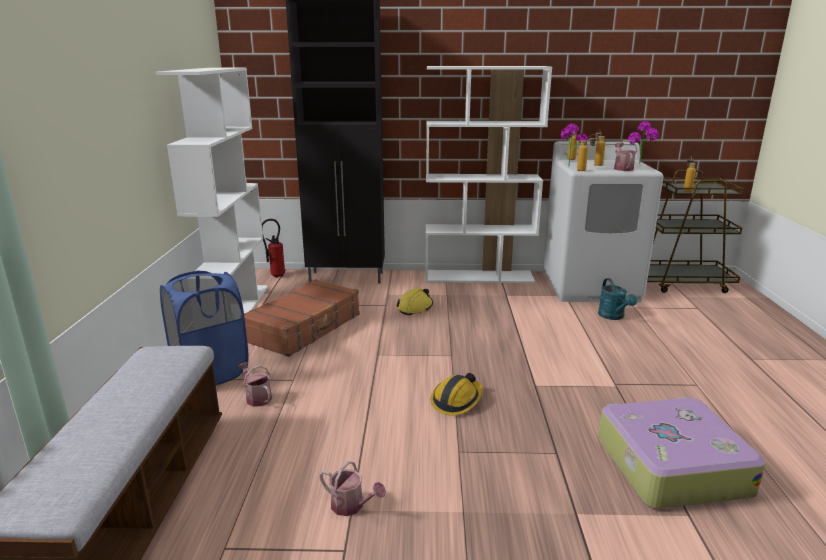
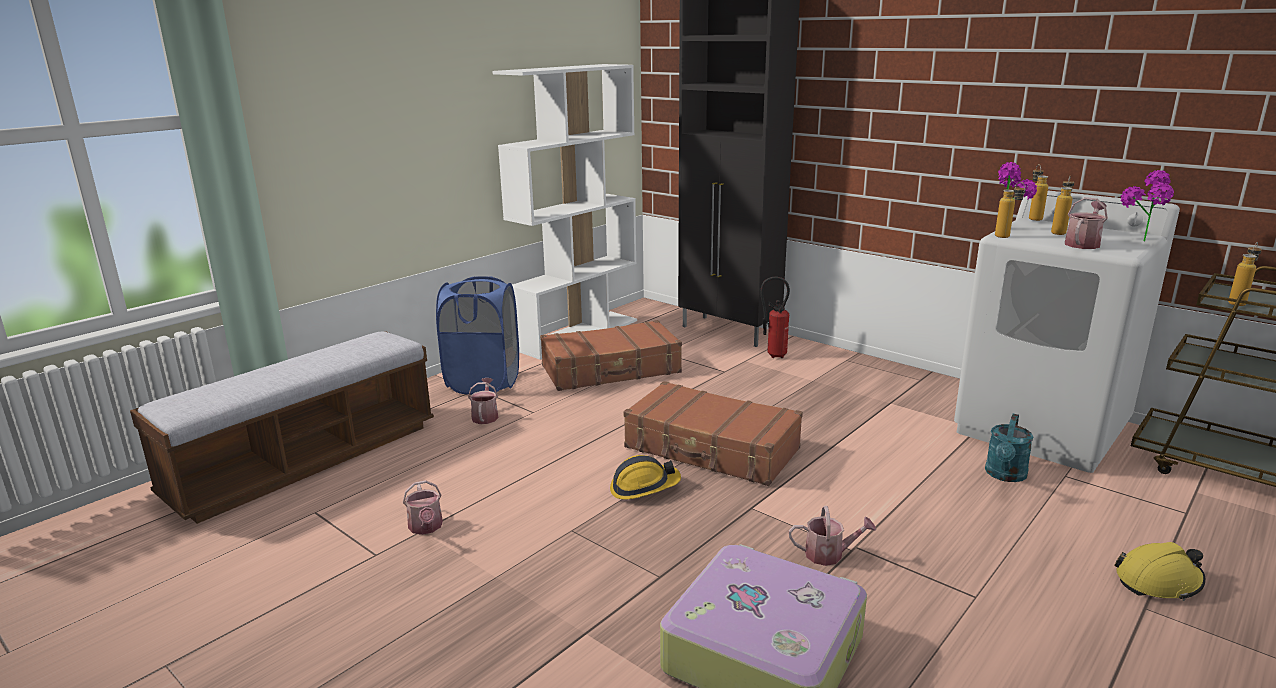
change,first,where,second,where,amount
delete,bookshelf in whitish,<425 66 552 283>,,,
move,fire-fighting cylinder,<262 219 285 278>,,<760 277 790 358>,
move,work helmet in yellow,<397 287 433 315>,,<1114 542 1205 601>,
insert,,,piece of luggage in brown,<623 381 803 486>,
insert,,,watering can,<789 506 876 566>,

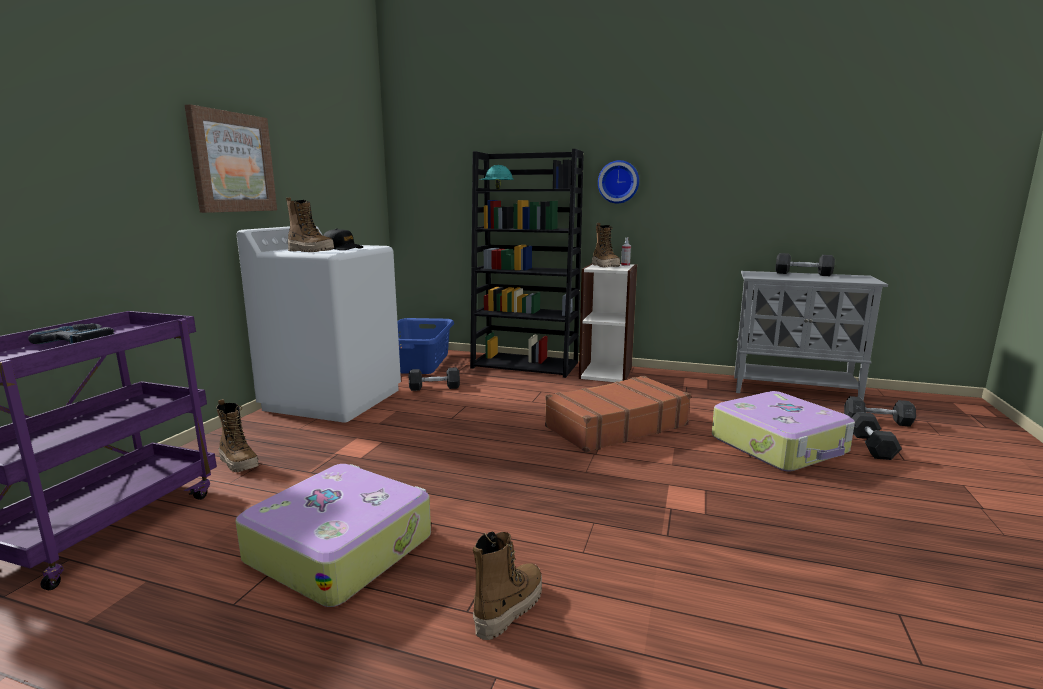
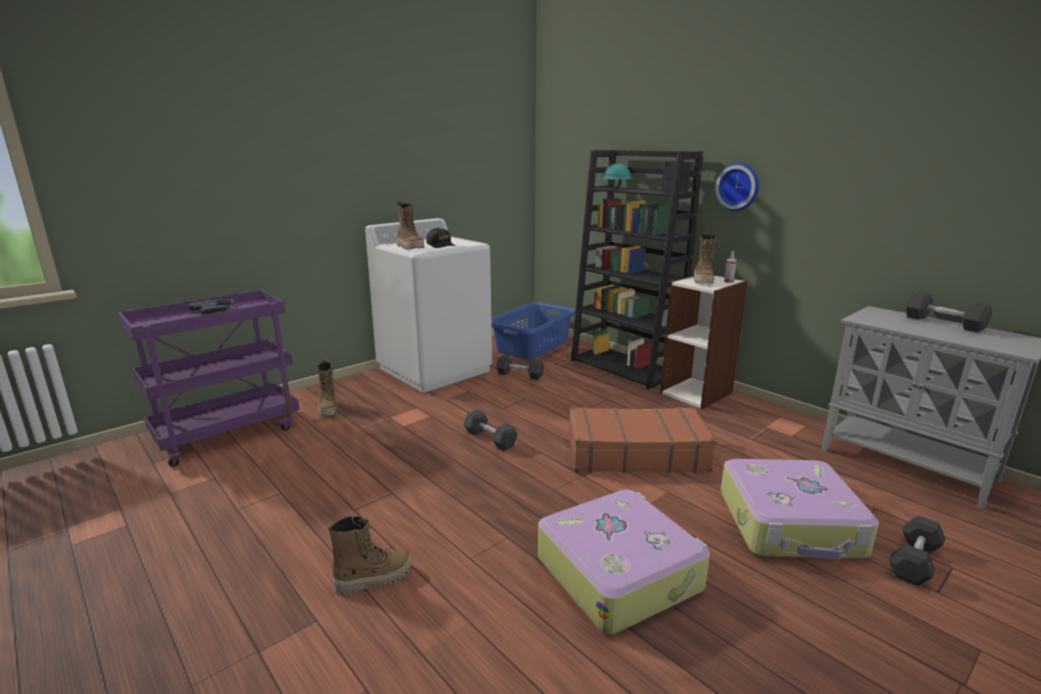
change,first,where,second,where,amount
delete,wall art,<185 104 277 213>,,,
move,dumbbell in gray,<844 396 916 427>,,<463 409 518 451>,
move,piece of luggage,<236 464 431 607>,,<538 490 710 634>,

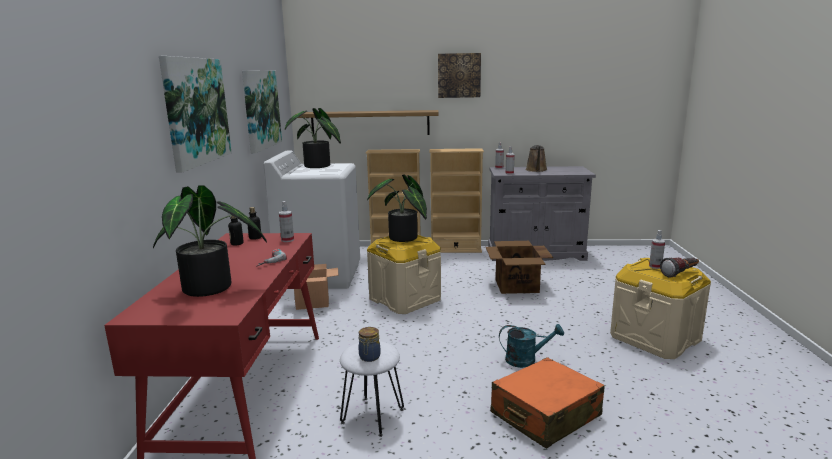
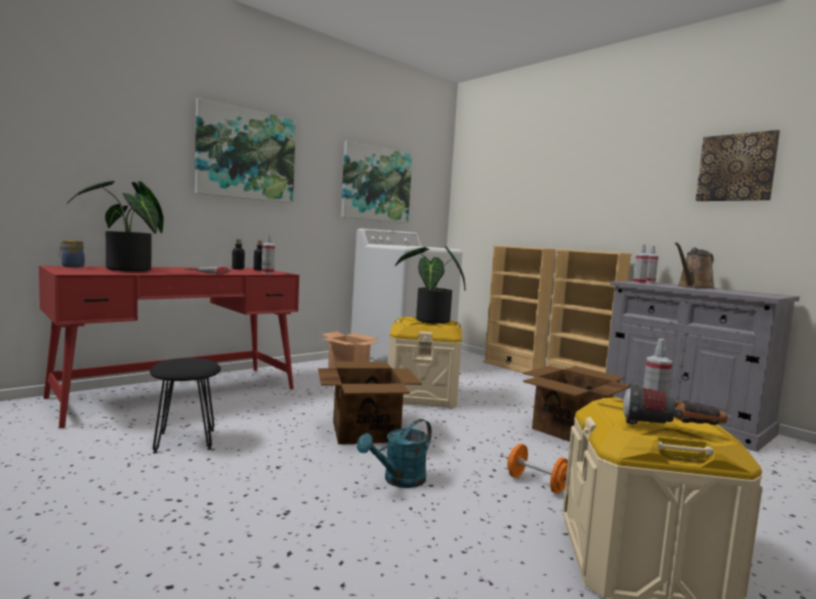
change,first,where,second,where,amount
move,wall art,<438 53 481 98>,,<695 130 780 201>,
delete,plant in a pot,<285 108 341 168>,,,
delete,wall shelf,<295 110 438 137>,,,
rotate,watering can in turquoise-coloured,<499 324 564 368>,,<357 419 432 488>,90 degrees clockwise
move,storage jar,<358 327 381 362>,,<59 240 85 267>,
recolor,stool seat in whitish,<340 341 404 437>,stool seat in blackish,<150 358 221 453>,
delete,piece of luggage in orangey,<491 357 605 449>,,,
insert,,,carton,<318 362 422 444>,
insert,,,dumbbell in orangey,<505 444 568 494>,

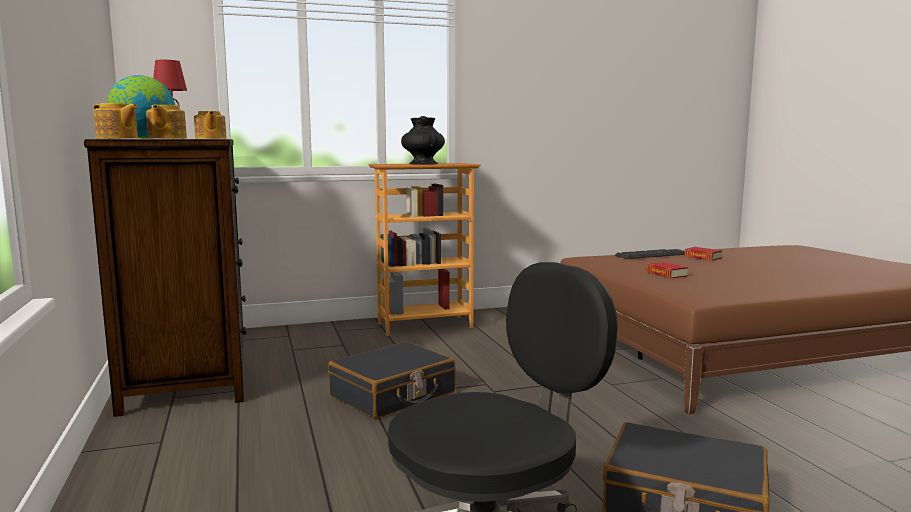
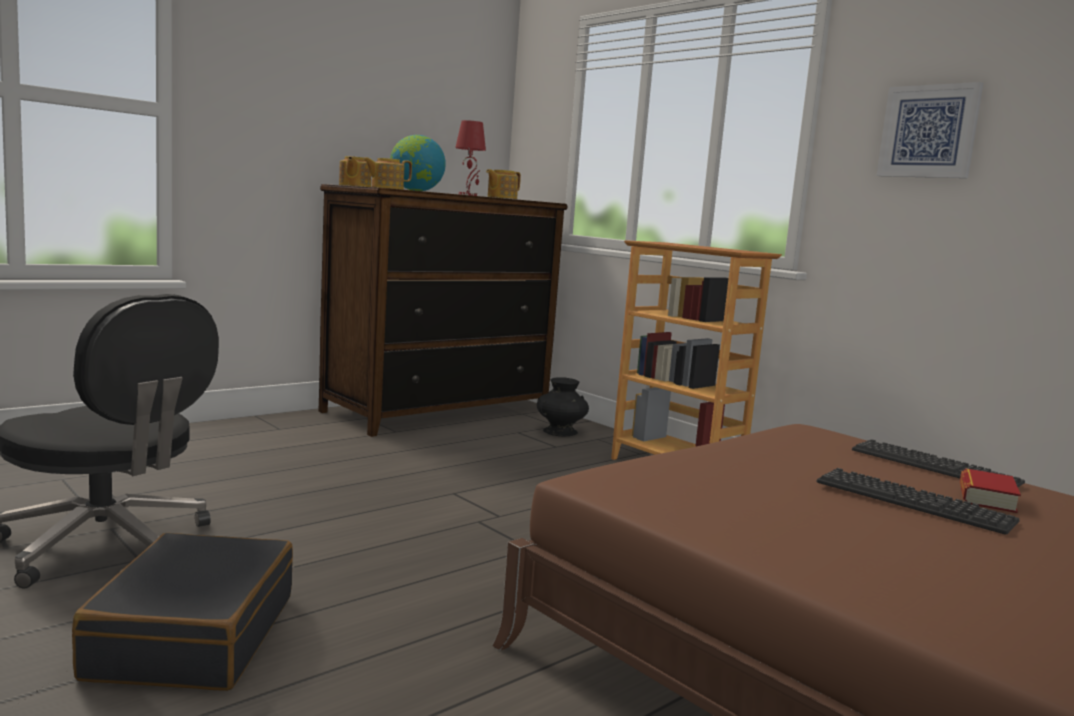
change,first,where,second,where,amount
move,vase in blackish,<401 116 445 165>,,<537 377 589 436>,
delete,book,<646 262 688 278>,,,
delete,piece of luggage in blackish,<328 342 456 419>,,,
insert,,,wall art,<877 82 983 178>,
insert,,,keyboard,<816 468 1020 535>,

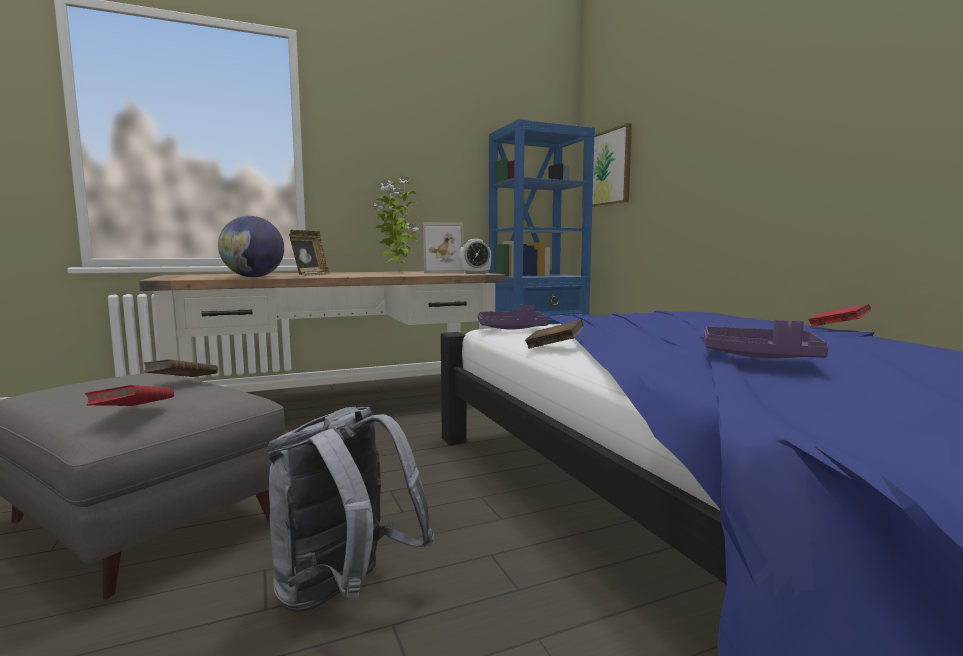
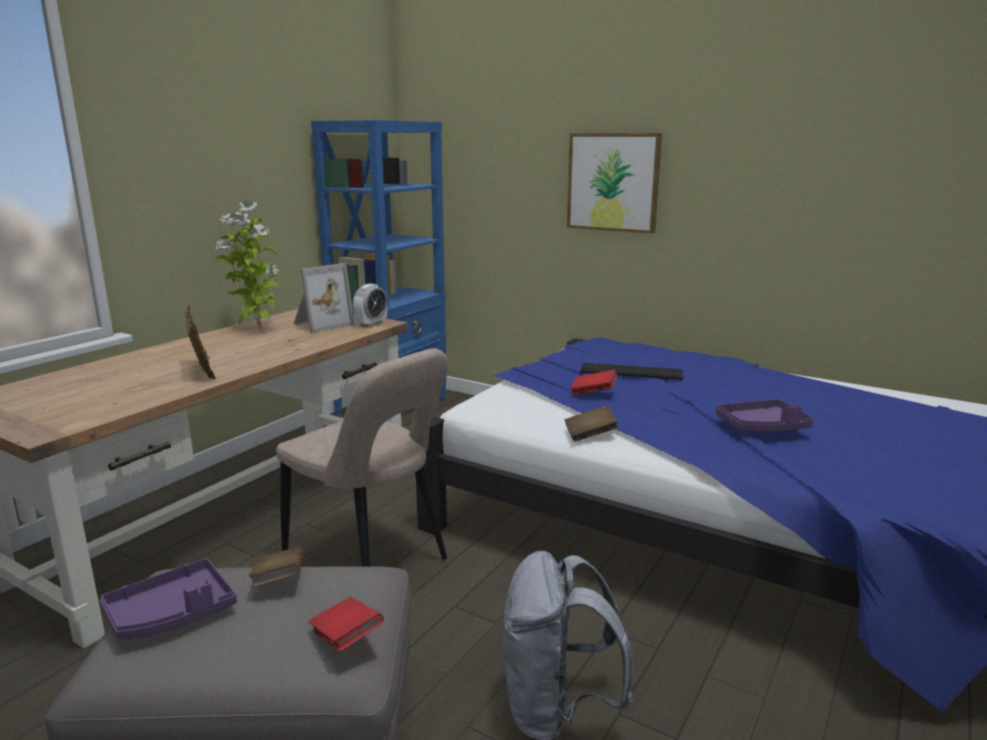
change,first,where,second,where,amount
move,wall art,<582 123 632 208>,,<567 133 662 234>,
delete,globe,<218 216 284 277>,,,
move,tray in purplish,<478 304 548 330>,,<100 558 237 640>,
move,book in red-coloured,<808 304 871 327>,,<571 370 617 395>,
insert,,,upright chair in beige-coloured,<276 348 448 566>,
insert,,,keyboard,<580 363 683 380>,

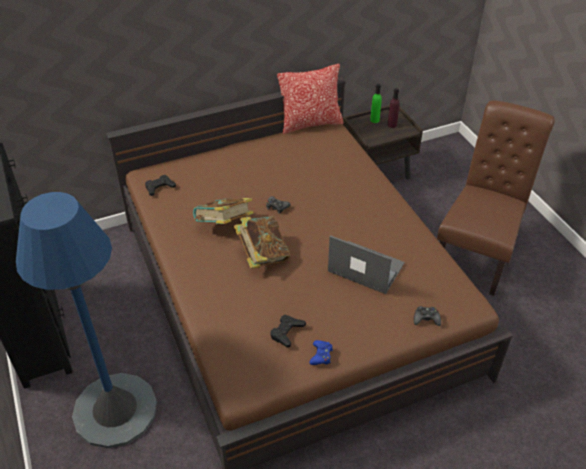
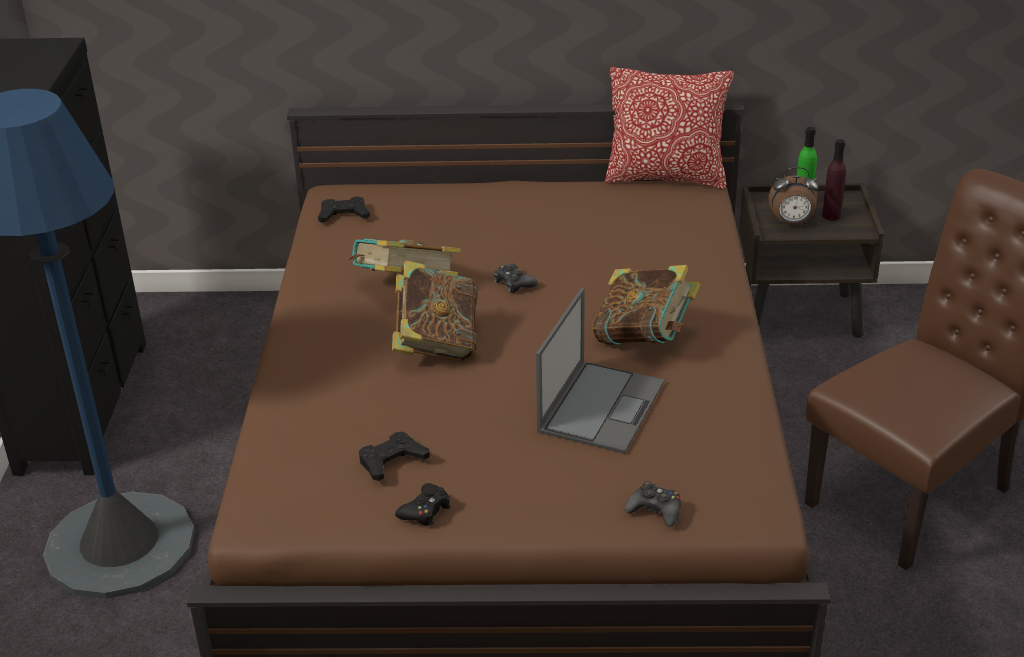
change,first,where,second,where,amount
rotate,laptop,<328 235 405 294>,,<536 288 664 454>,60 degrees clockwise
recolor,gamepad in bluish,<309 340 333 365>,gamepad in blackish,<395 483 451 526>,
insert,,,bedside clock,<768 167 818 225>,
insert,,,book,<592 265 701 345>,

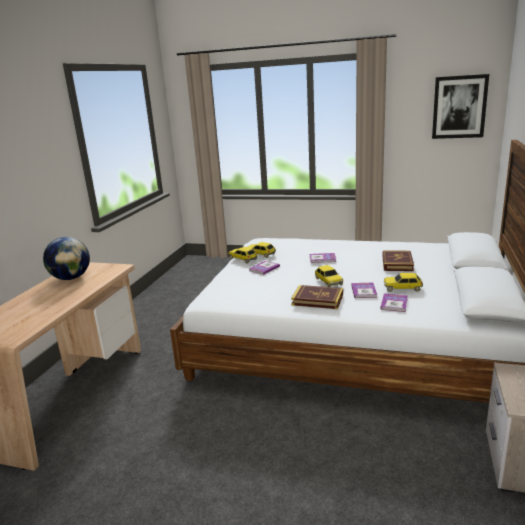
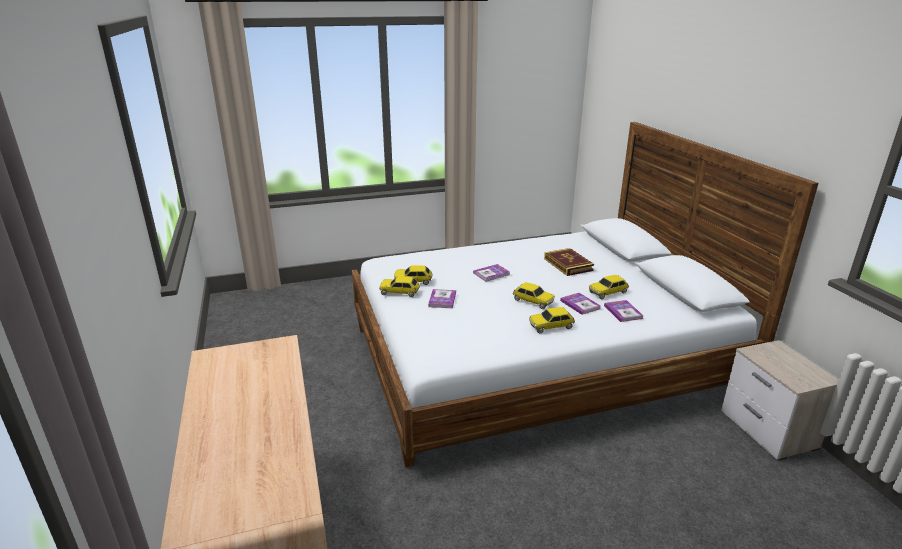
change,first,where,second,where,amount
delete,wall art,<432 74 489 139>,,,
delete,globe,<43 237 90 280>,,,
replace,book,<291 285 343 309>,miniature car,<529 307 575 334>,

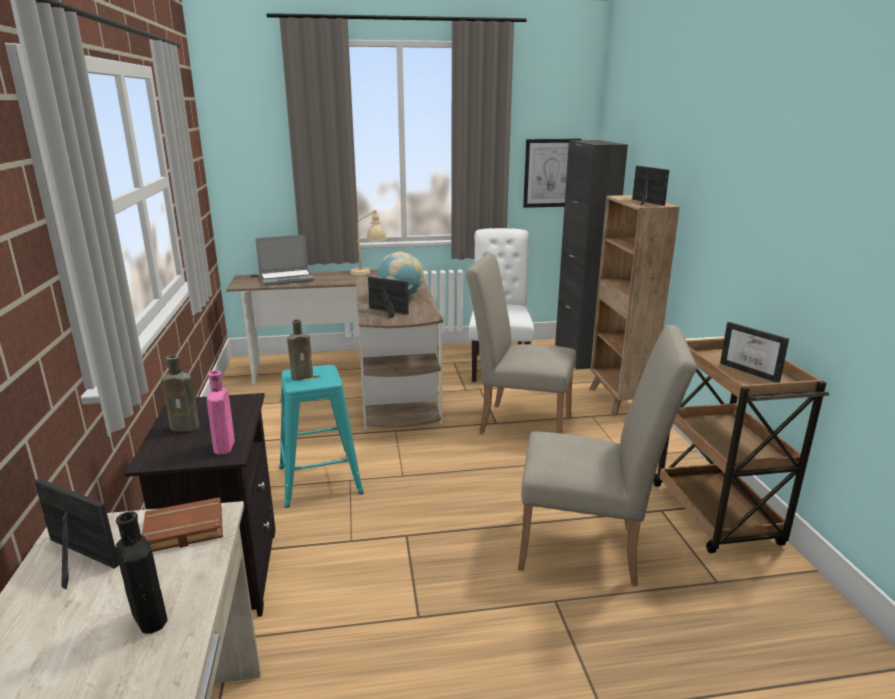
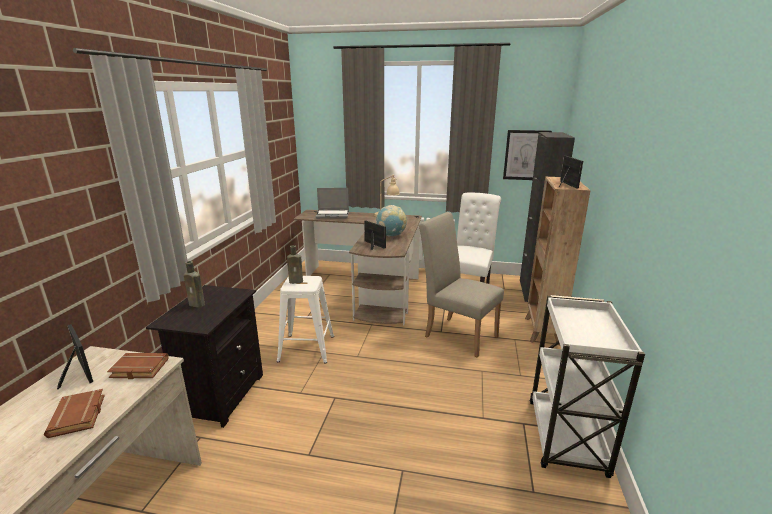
change,first,where,second,where,amount
delete,picture frame,<720 322 789 383>,,,
delete,upright chair in beige-coloured,<518 325 697 586>,,,
recolor,trolley in brown,<653 336 829 553>,trolley in whitish,<530 295 645 478>,
recolor,stool seat in turquoise-coloured,<279 365 364 508>,stool seat in whitish,<277 276 334 364>,
delete,bottle in pink,<207 370 235 455>,,,
replace,bottle in blackish,<115 511 168 634>,book in brown,<44 389 105 438>,

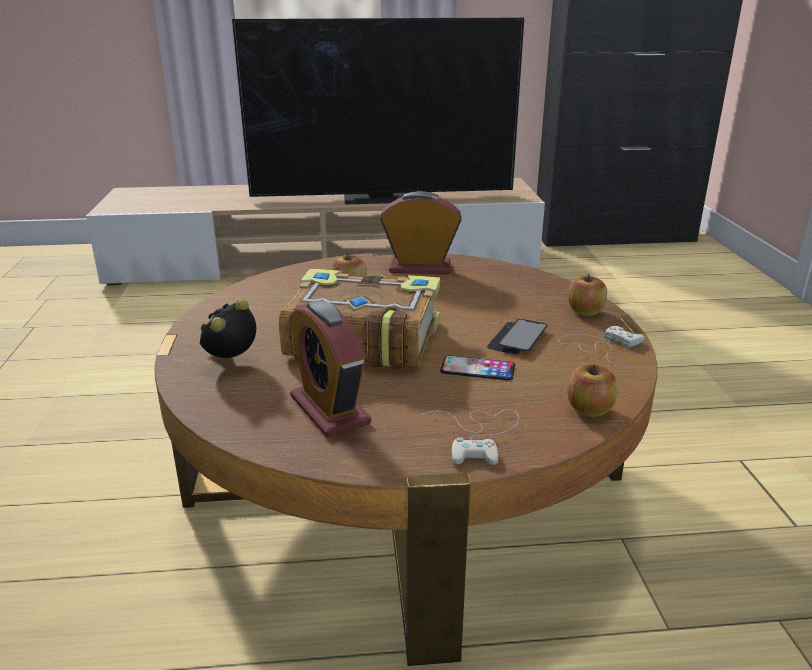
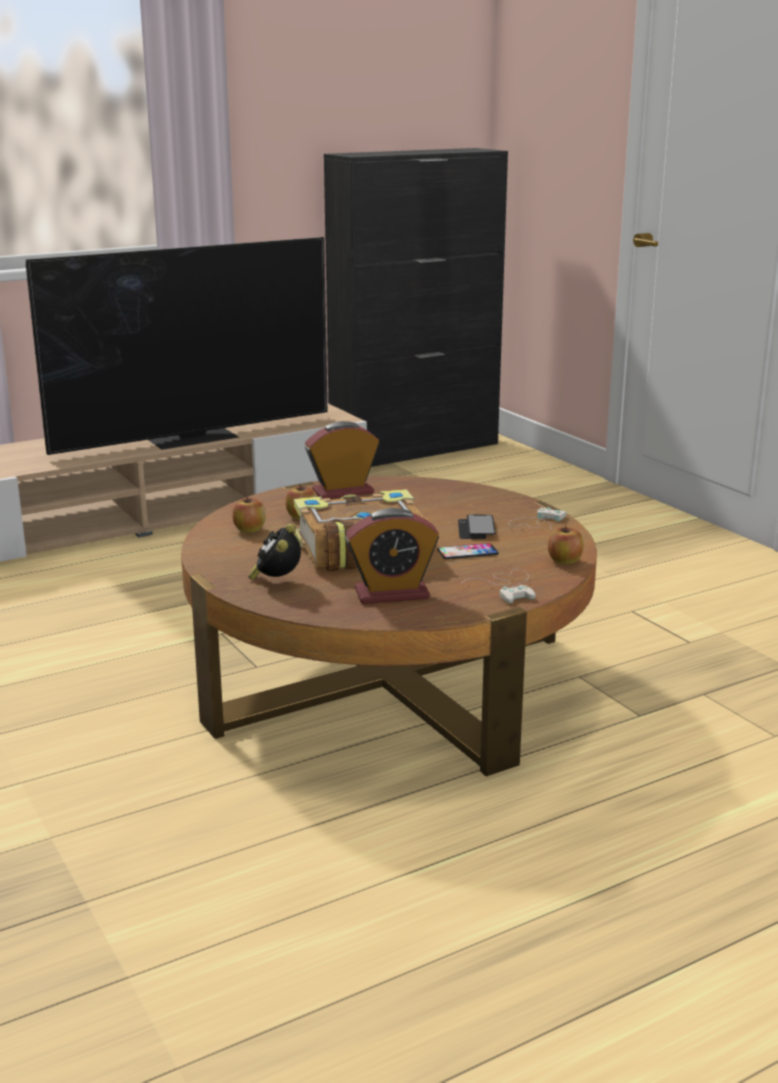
change,first,where,second,where,amount
move,apple fruit,<568 274 607 316>,,<232 496 266 533>,
rotate,bedside clock,<289 300 371 437>,,<345 508 439 604>,45 degrees counterclockwise

